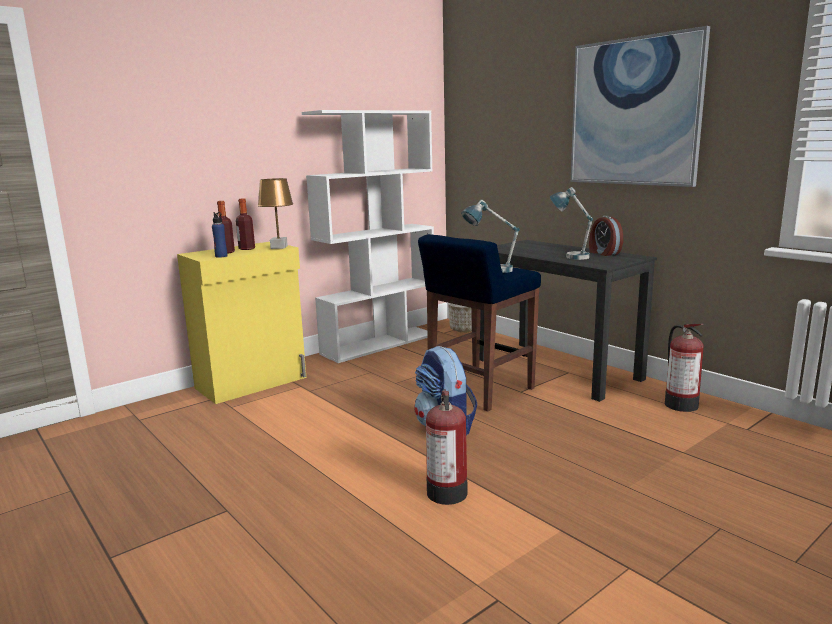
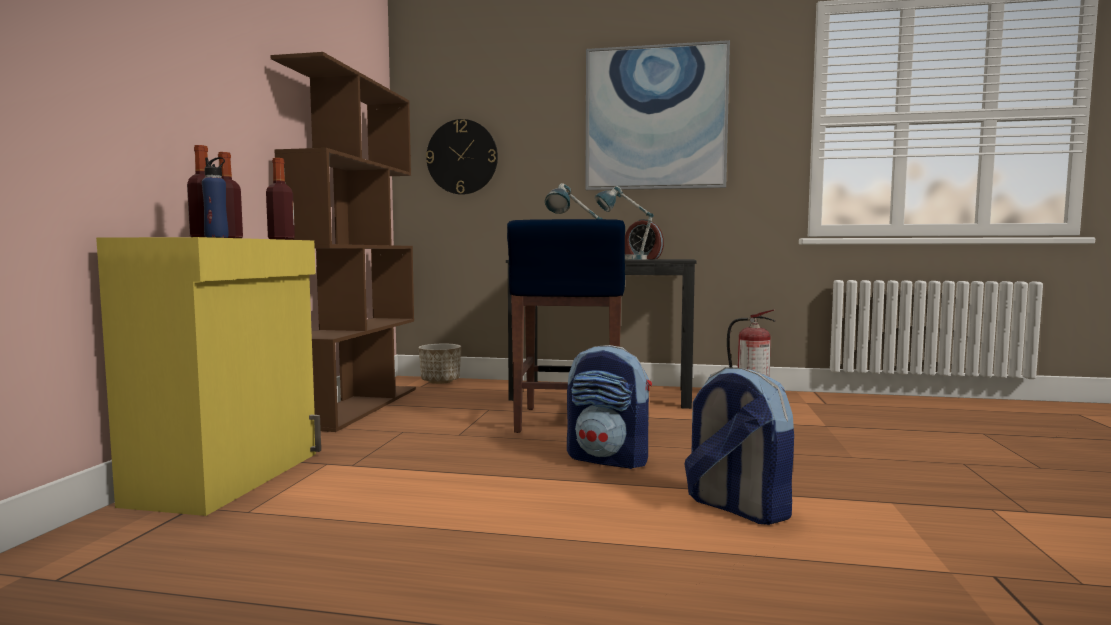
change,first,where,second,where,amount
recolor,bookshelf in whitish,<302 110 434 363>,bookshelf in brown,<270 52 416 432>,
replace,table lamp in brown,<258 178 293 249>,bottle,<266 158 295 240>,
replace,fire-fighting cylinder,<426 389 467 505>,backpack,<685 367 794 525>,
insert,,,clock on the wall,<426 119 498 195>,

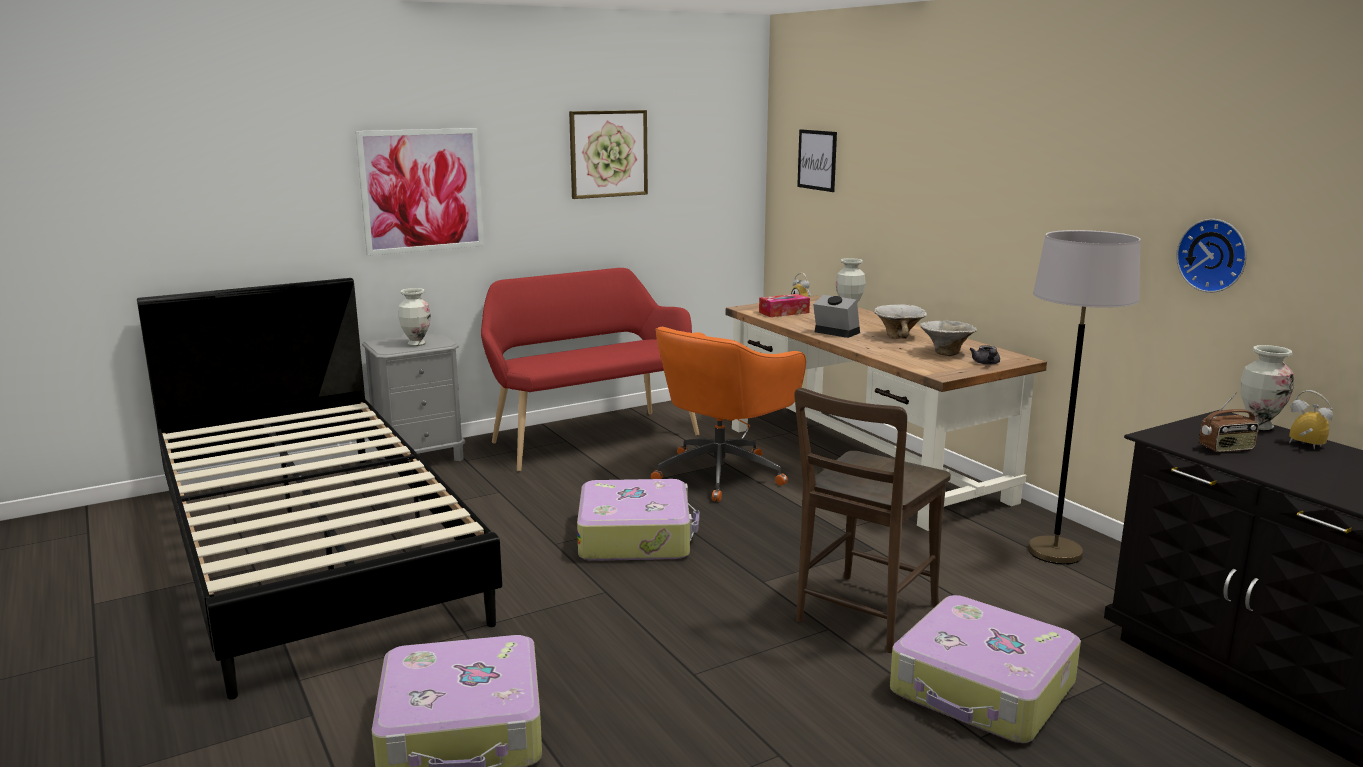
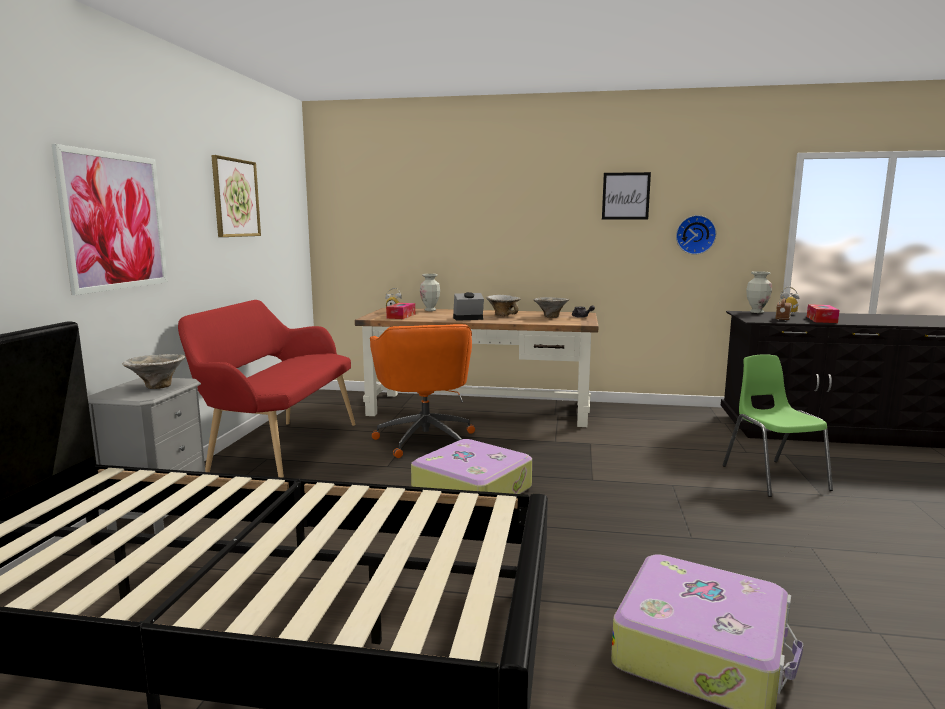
change,first,where,second,where,amount
move,wall art,<797 129 837 192>,,<602 172 651 219>,
delete,standing lamp in gray,<1028 230 1141 564>,,,
replace,vase,<398 288 431 346>,bowl,<122 354 186 389>,
delete,upright chair in brown,<794 388 951 653>,,,
replace,piece of luggage,<890 595 1081 743>,upright chair in green-coloured,<723 354 833 497>,
insert,,,box of tissues,<807 304 840 323>,

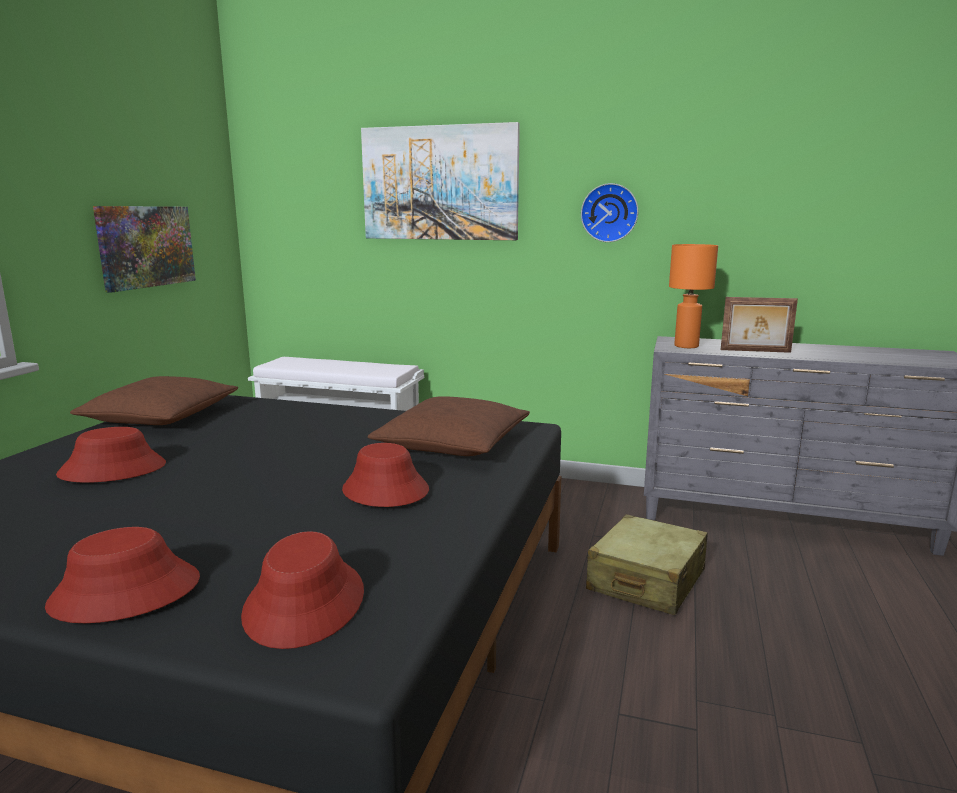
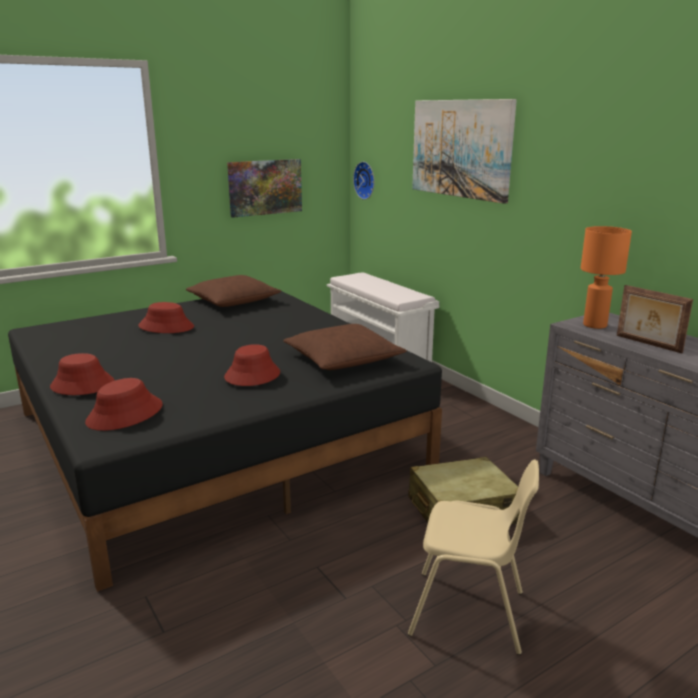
change,first,where,second,where,amount
move,clock on the wall,<581 183 638 242>,,<353 162 374 200>,
insert,,,upright chair in beige-coloured,<408 459 539 655>,

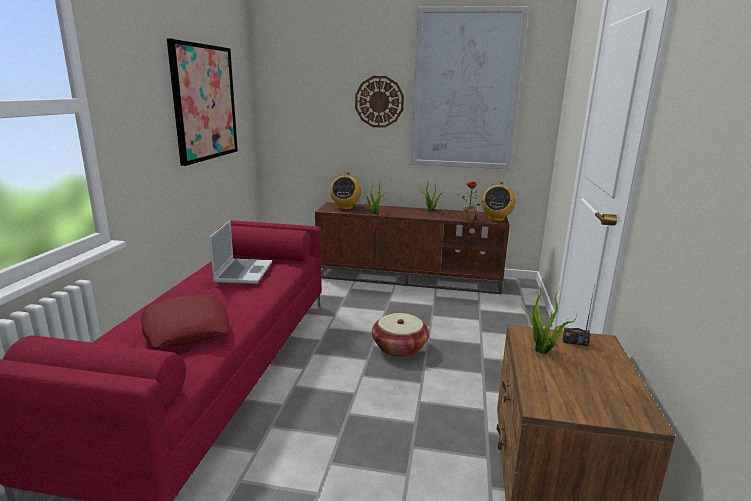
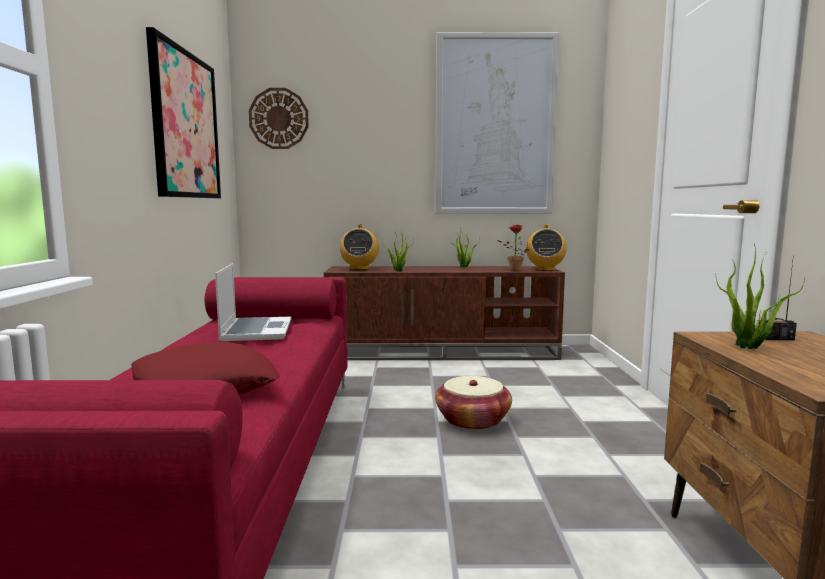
change,first,where,second,where,amount
move,clock on the wall,<355 76 404 128>,,<249 88 309 149>,

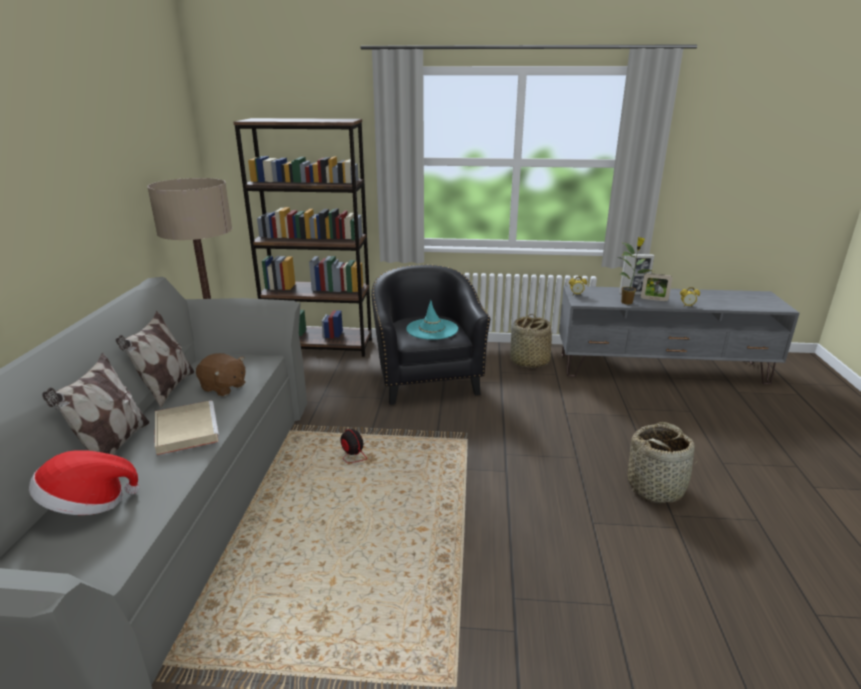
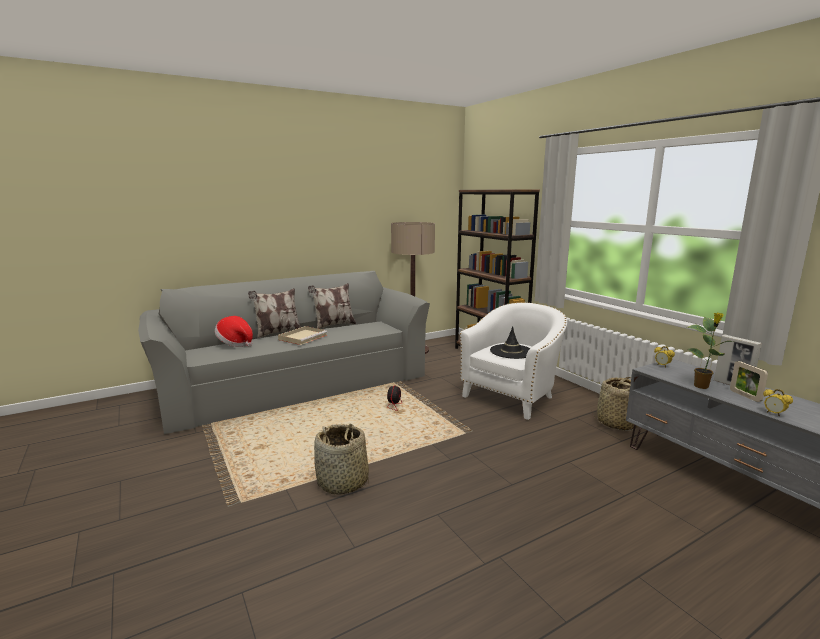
change,first,where,second,where,amount
recolor,easy chair in blackish,<371 265 490 405>,easy chair in whitish,<460 302 567 420>,
recolor,clothing hat in turquoise-coloured,<406 300 458 340>,clothing hat in blackish,<490 326 530 359>,
delete,plush toy in brown,<196 353 245 396>,,,
move,household basket,<626 422 697 503>,,<314 424 369 495>,

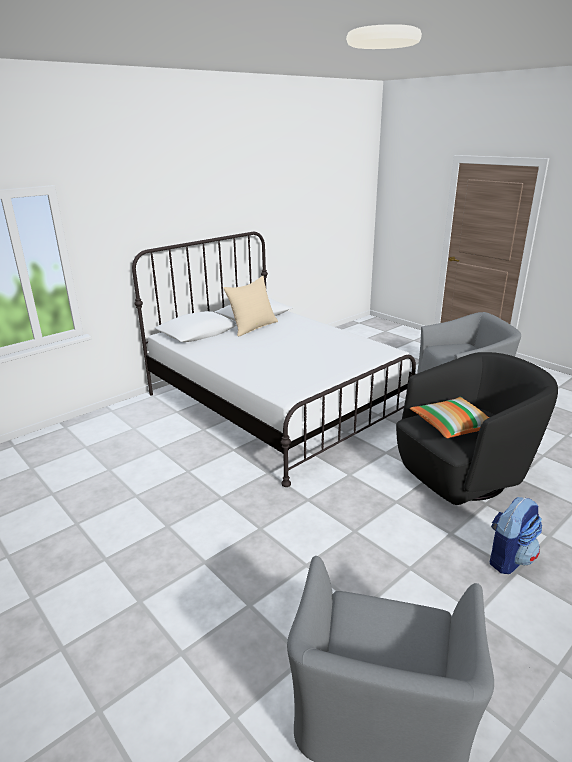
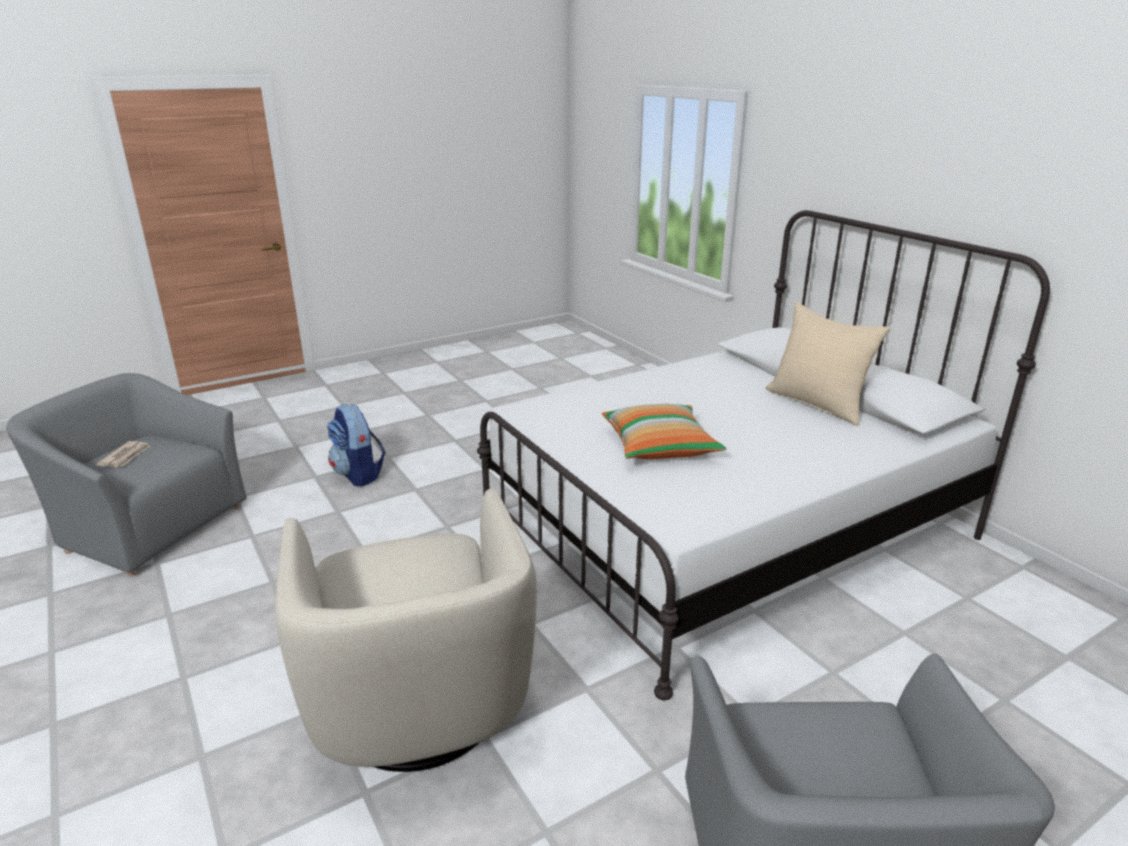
change,first,where,second,where,amount
recolor,easy chair in blackish,<396 352 558 505>,easy chair in beige-coloured,<275 488 537 772>,
move,pillow,<410 397 489 438>,,<602 404 726 459>,
move,backpack,<490 497 542 574>,,<327 404 385 486>,
insert,,,printed paper,<96 441 150 467>,

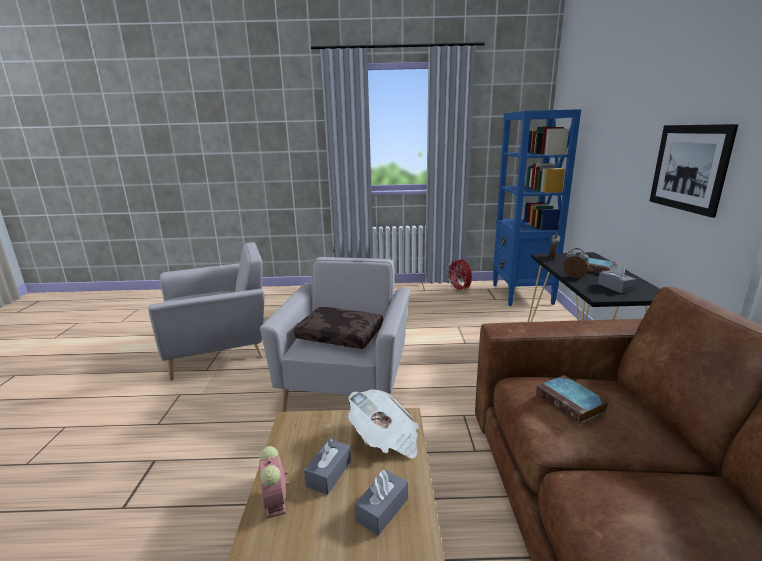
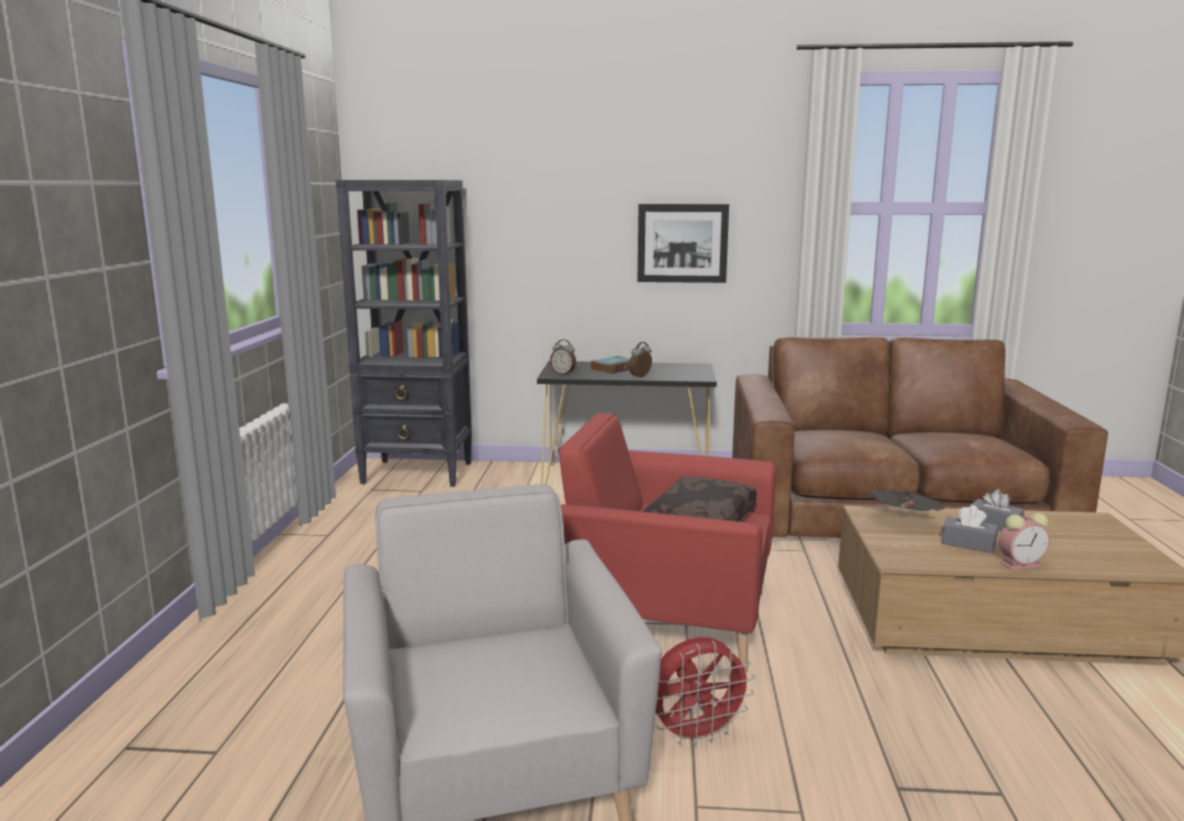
change,first,where,second,where,amount
recolor,bookshelf in bluish,<493 109 581 306>,bookshelf in blackish,<336 180 472 487>,
recolor,easy chair in gray,<260 257 410 412>,easy chair in red-coloured,<559 413 776 673>,
move,fan in red-coloured,<448 258 472 292>,,<655 637 755 746>,
delete,box of tissues in gray,<598 263 636 294>,,,
delete,book,<536 375 609 424>,,,

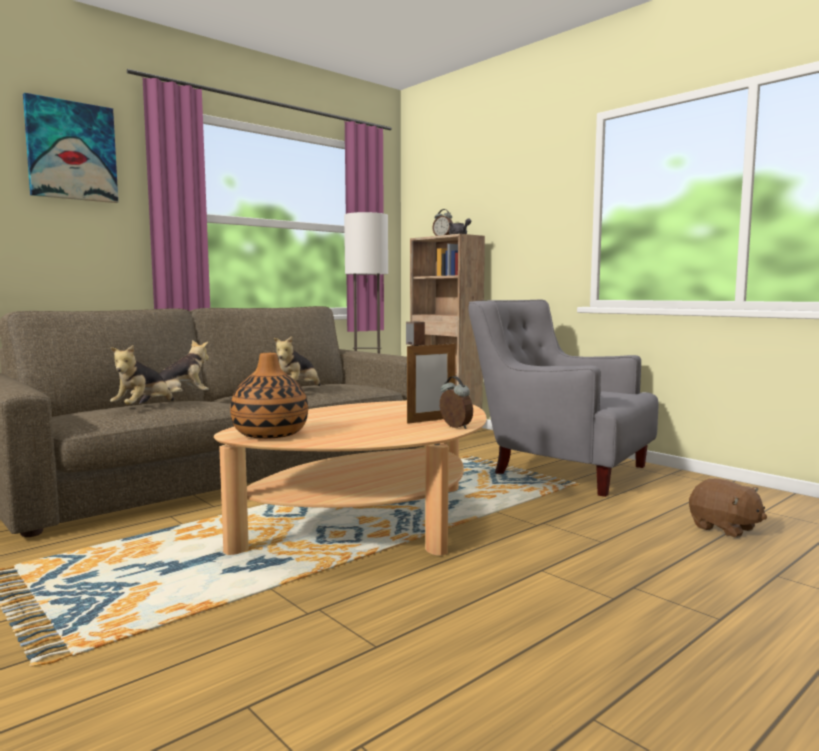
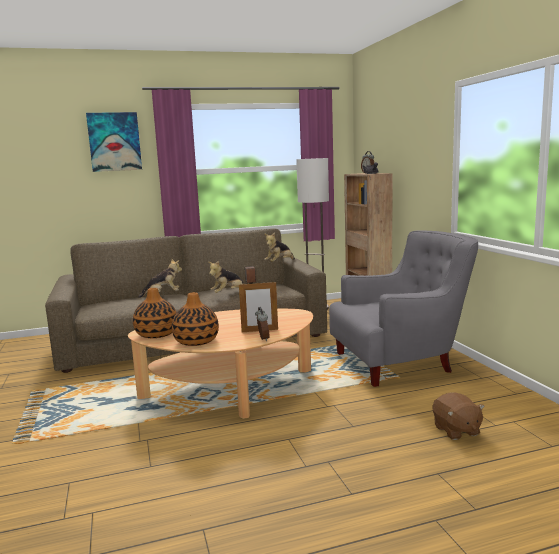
change,first,where,second,where,amount
rotate,easy chair in gray,<468 300 658 497>,,<329 230 478 387>,105 degrees clockwise
move,plush toy,<110 345 174 405>,,<264 232 295 262>,
insert,,,vase,<172 292 219 346>,

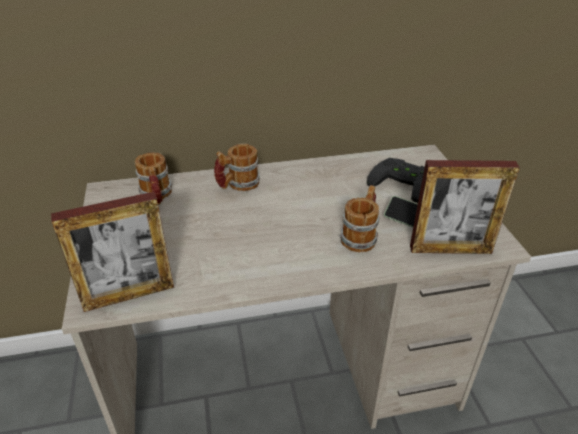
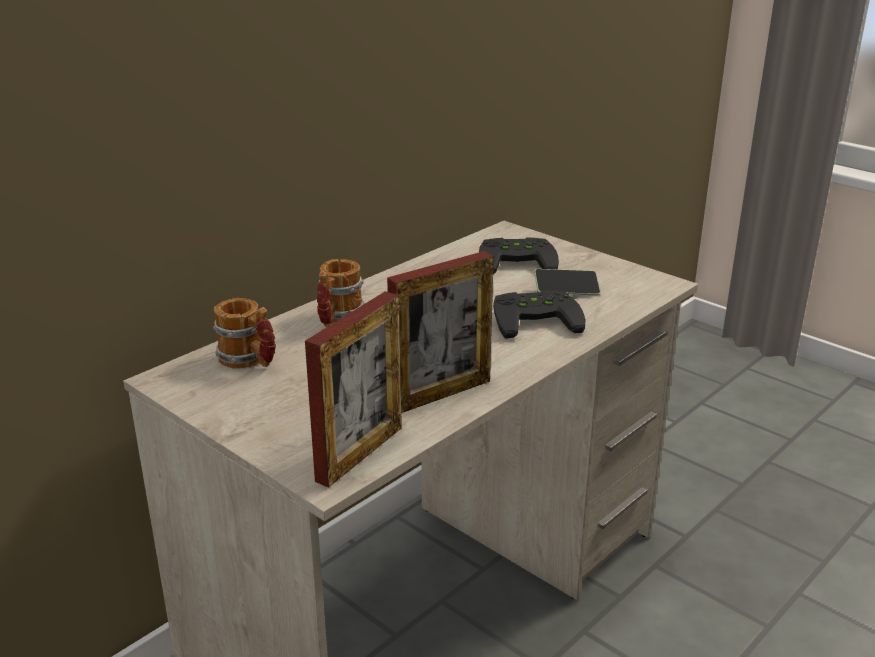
change,first,where,second,where,amount
move,picture frame,<410 160 520 254>,,<387 251 494 413>,
replace,coffee mug,<340 185 380 252>,gamepad in blackish,<493 290 585 339>,

